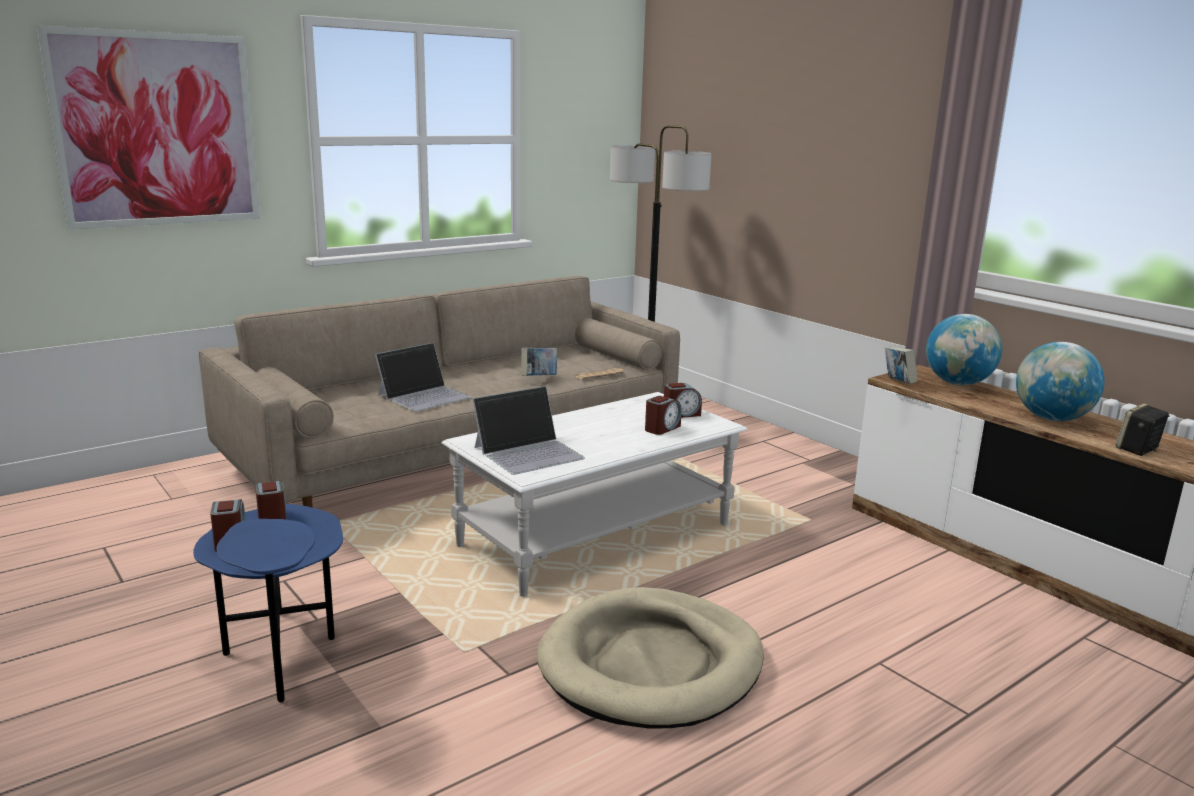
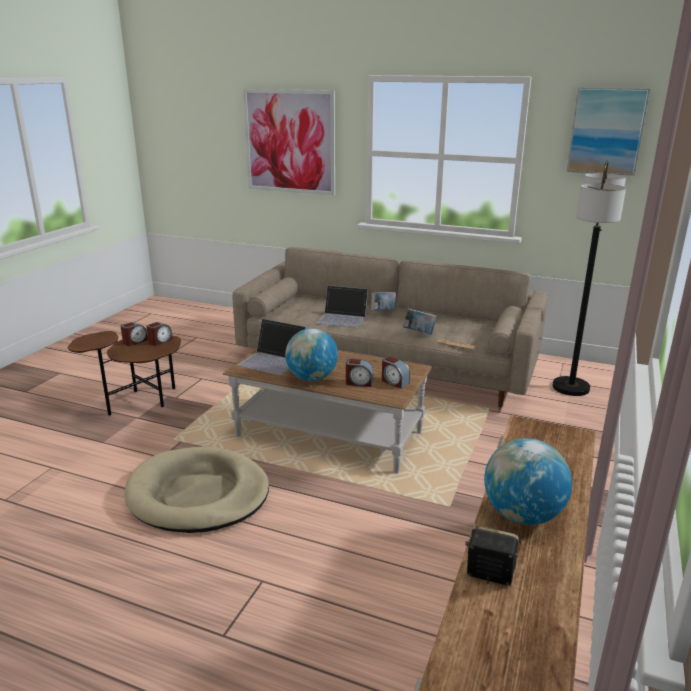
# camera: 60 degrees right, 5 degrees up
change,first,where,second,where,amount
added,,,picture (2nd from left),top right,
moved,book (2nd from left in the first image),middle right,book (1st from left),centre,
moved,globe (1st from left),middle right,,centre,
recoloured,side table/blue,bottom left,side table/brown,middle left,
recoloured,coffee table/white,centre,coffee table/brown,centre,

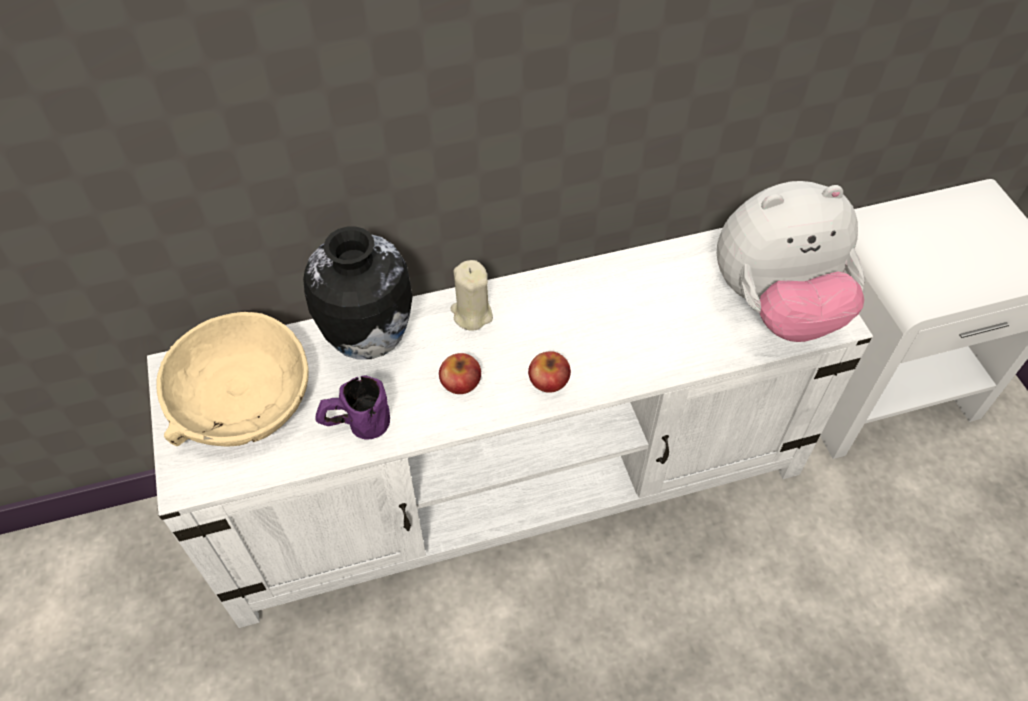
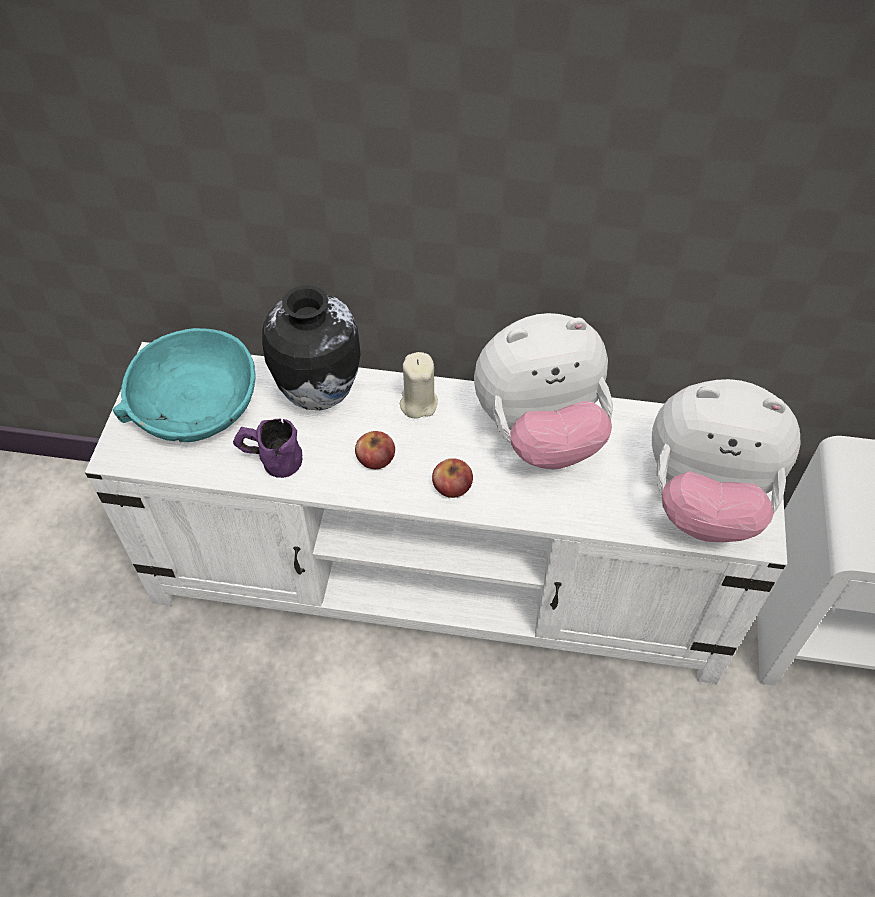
# camera: 25 degrees right, 0 degrees up
change,first,where,second,where,amount
added,,,plush toy (1st from left),centre,
recoloured,bowl/beige,middle left,bowl/turquoise,middle left,

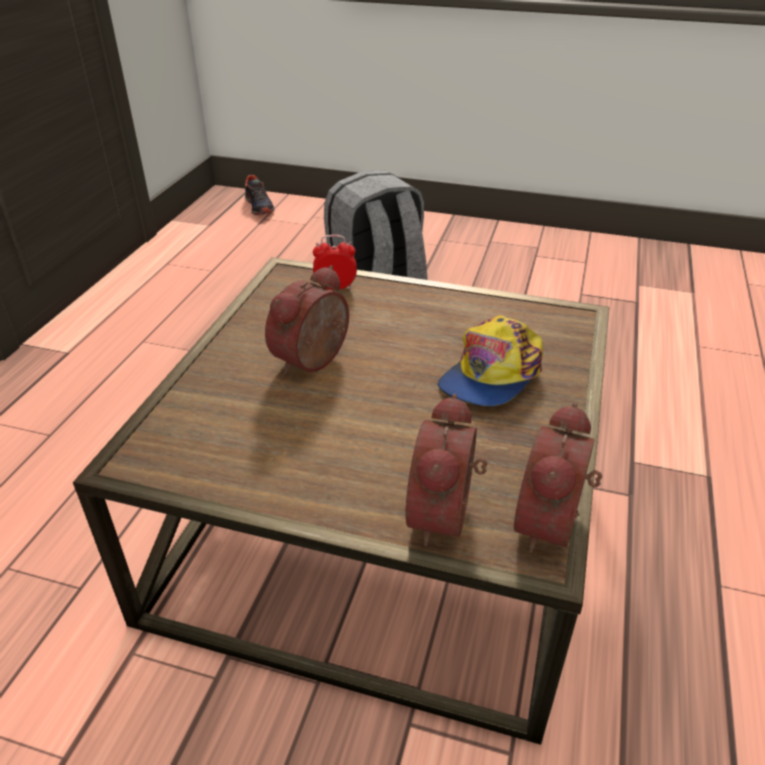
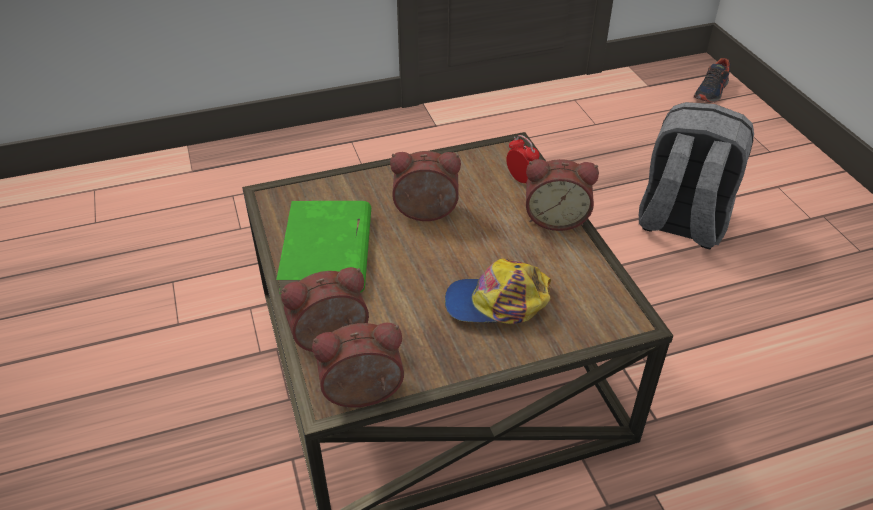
# camera: 55 degrees right, 5 degrees up
change,first,where,second,where,amount
added,,,book/green,centre,
added,,,alarm clock (5th from left),centre,

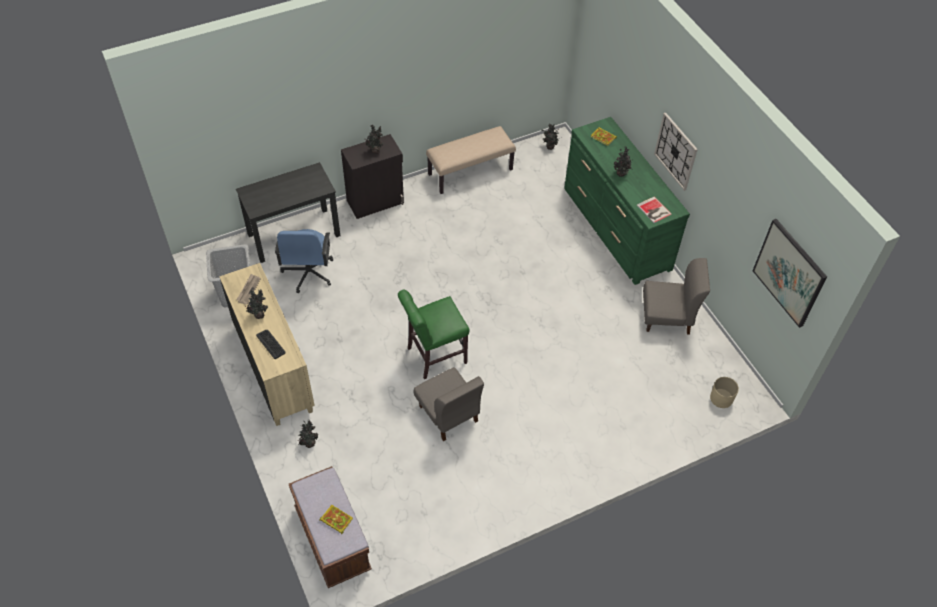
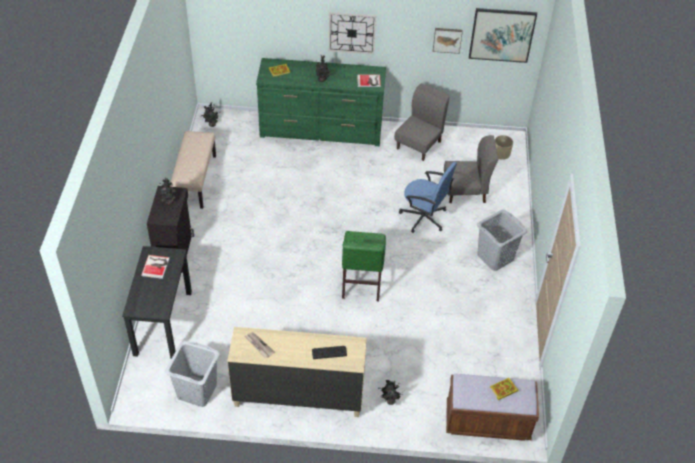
# camera: 60 degrees left, 5 degrees down
change,first,where,second,where,amount
removed,potted plant (1st from left),middle left,,,
added,,,book (1st from left),middle left,
added,,,picture (1st from left),top centre,
added,,,laundry basket/grey (2nd from left),middle right,
moved,office chair/blue,middle left,,centre,
moved,chair/grey (1st from left in the first image),centre,chair/grey (2nd from left),middle right,

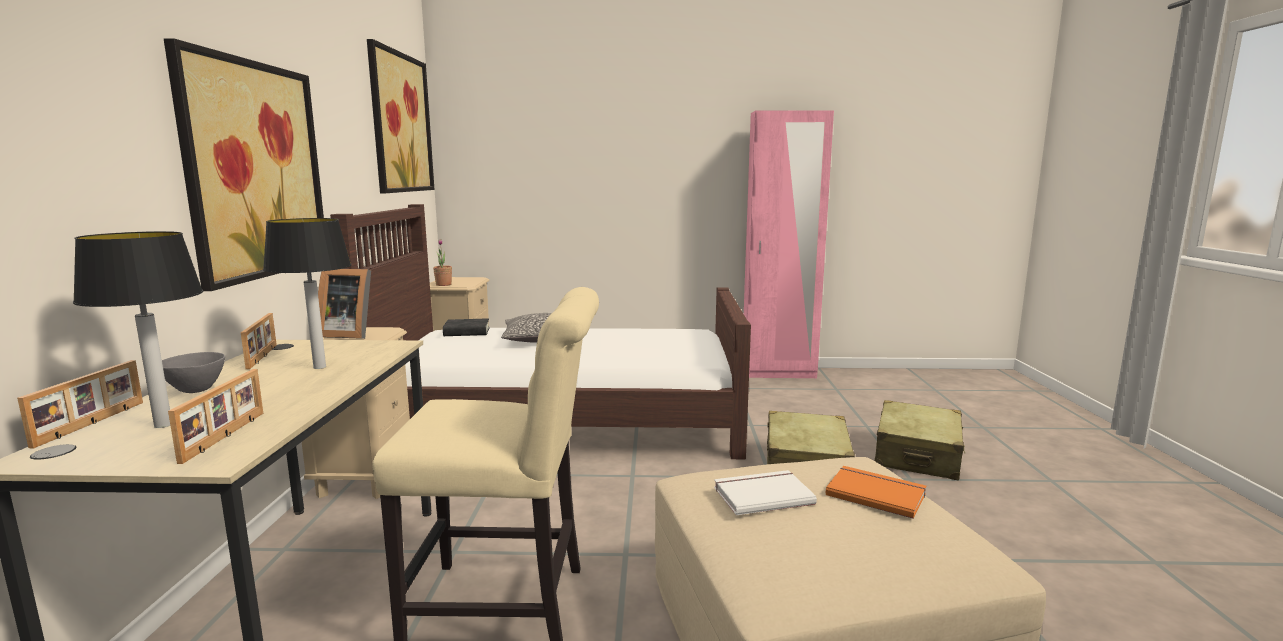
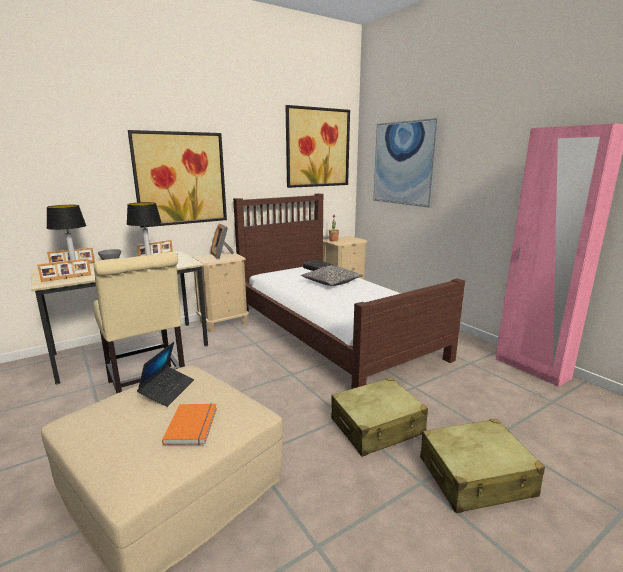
# camera: 55 degrees right, 5 degrees up
change,first,where,second,where,amount
added,,,picture (3rd from left),top centre,
replaced,book/white,bottom centre,laptop,middle left,

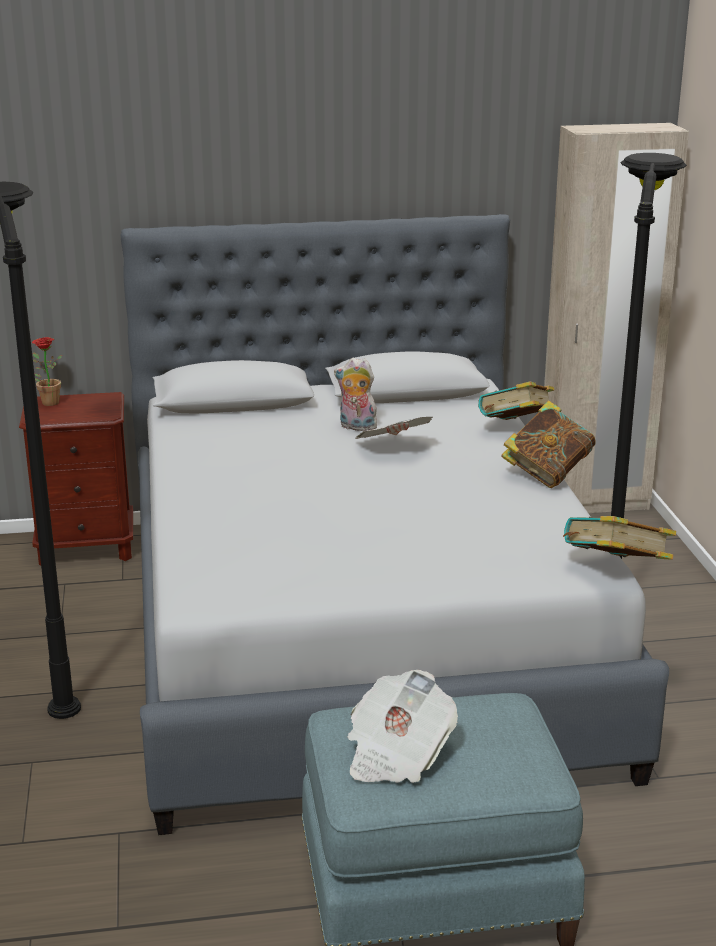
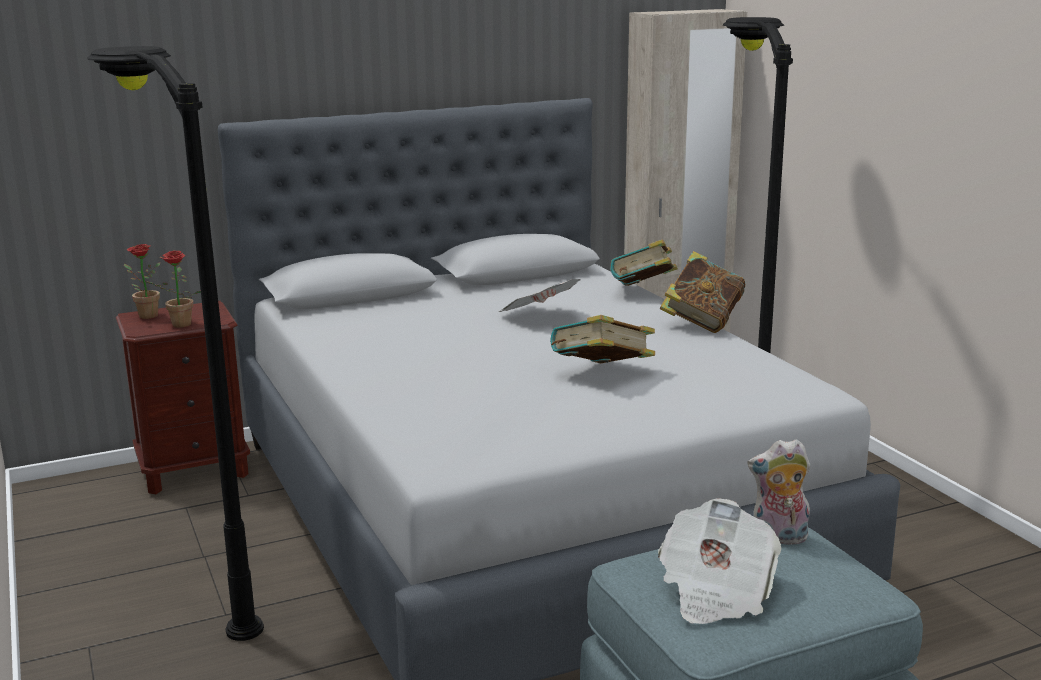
# camera: 15 degrees left, 5 degrees down
change,first,where,second,where,amount
added,,,potted plant (2nd from left),middle left,
moved,plush toy,centre,,bottom right,
moved,book (3rd from left in the first image),middle right,book (1st from left),centre,

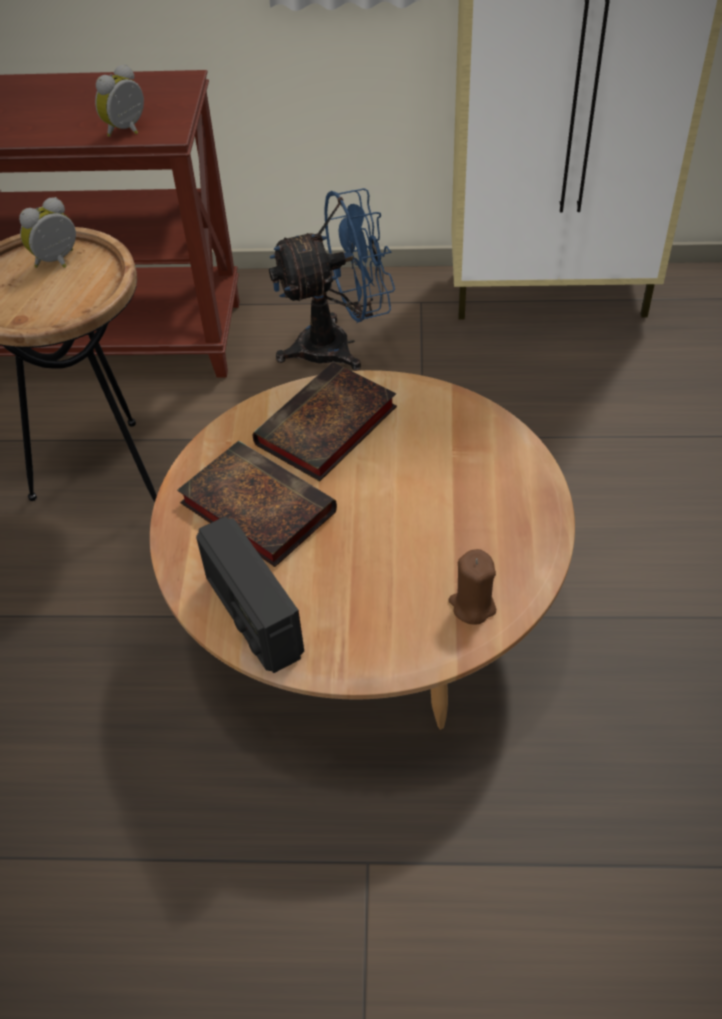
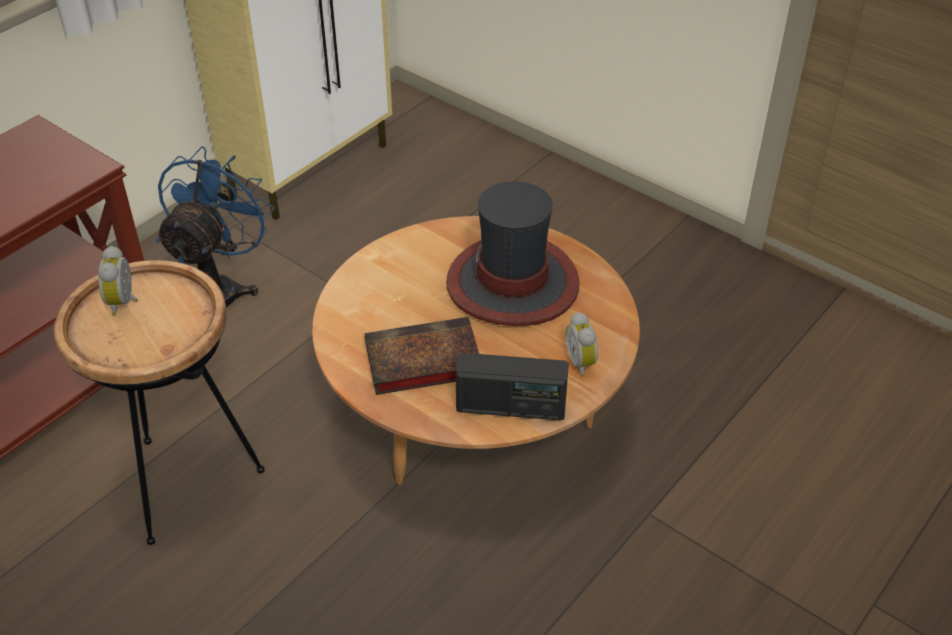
# camera: 55 degrees left, 5 degrees down
change,first,where,second,where,amount
removed,book (2nd from left),centre,,,
removed,candle/brown,centre,,,
added,,,hat,centre,
moved,alarm clock (2nd from left),top left,,centre,

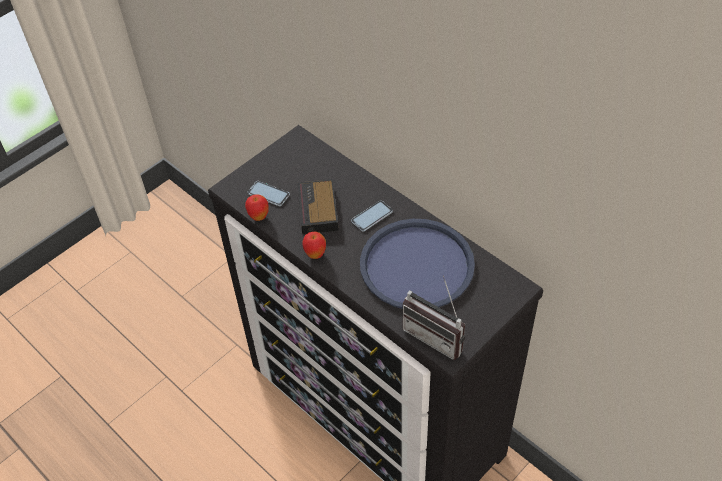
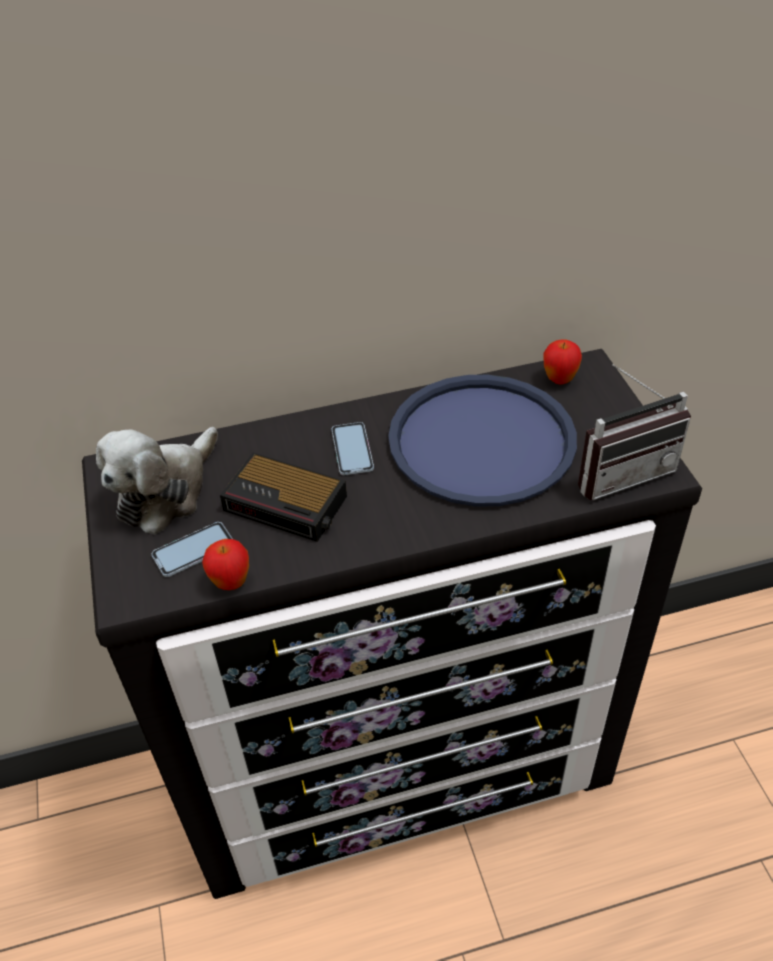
# camera: 60 degrees left, 5 degrees down
change,first,where,second,where,amount
added,,,plush toy,middle left,
moved,apple (2nd from left),centre,,middle right,

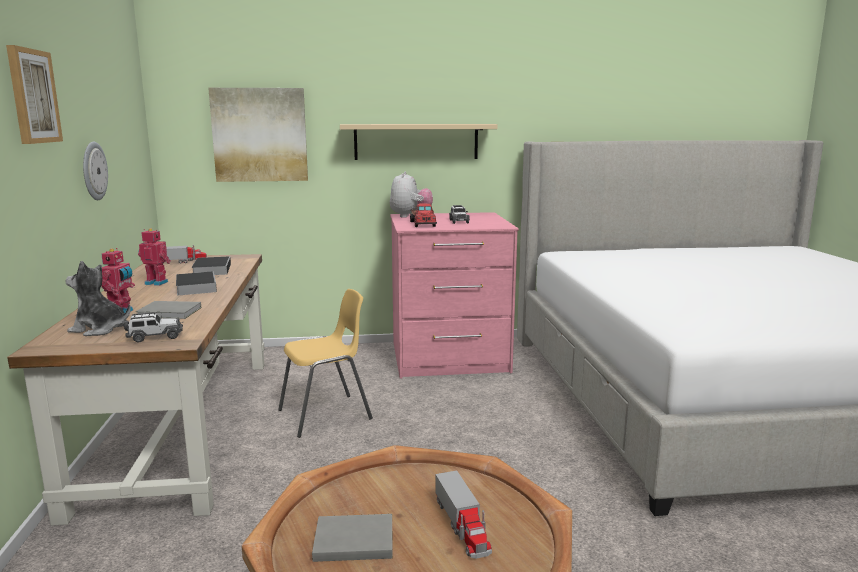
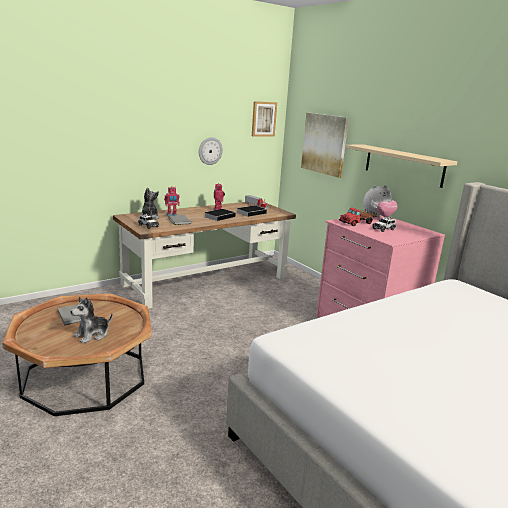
# camera: 60 degrees right, 5 degrees up
change,first,where,second,where,amount
removed,chair/yellow,centre,,,
moved,picture (1st from left),top left,,top centre,
replaced,toy truck (3rd from left),bottom centre,plush toy (1st from left),middle left,

